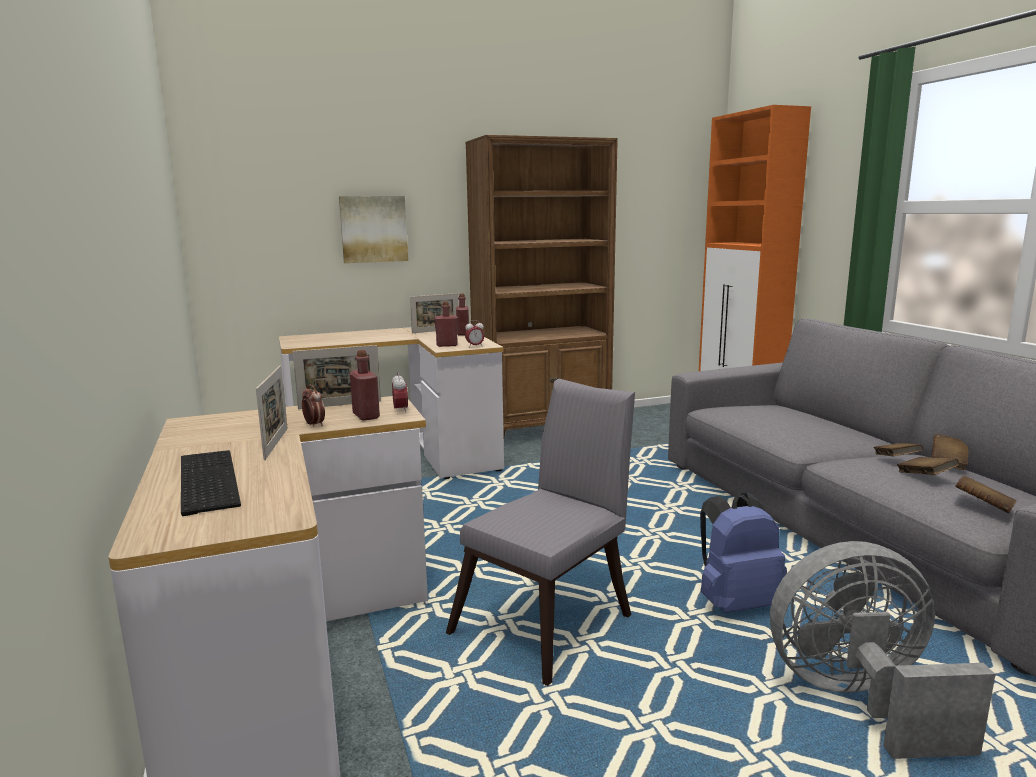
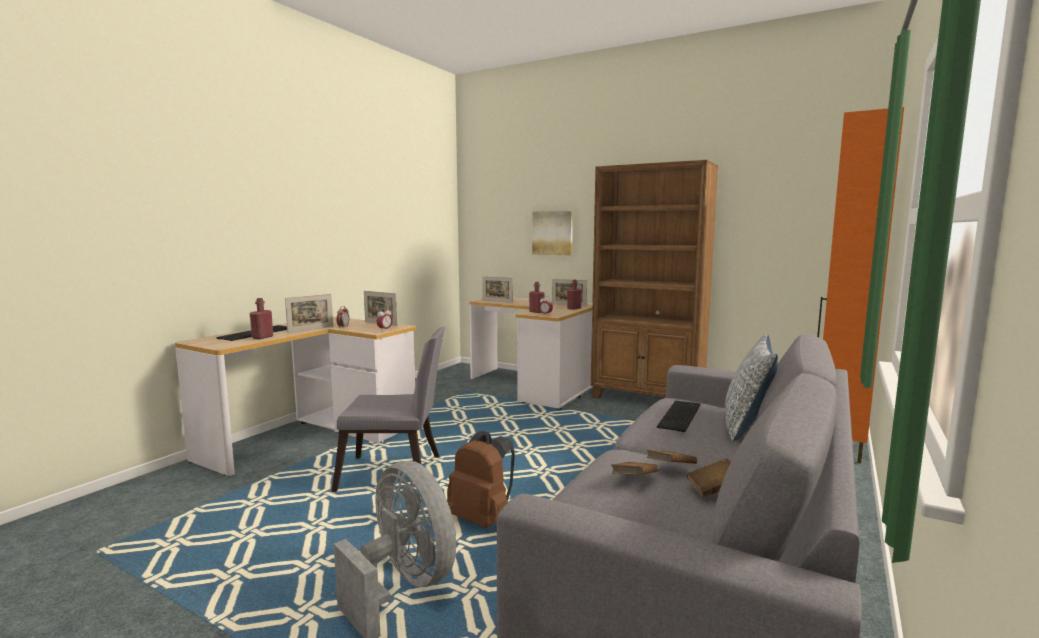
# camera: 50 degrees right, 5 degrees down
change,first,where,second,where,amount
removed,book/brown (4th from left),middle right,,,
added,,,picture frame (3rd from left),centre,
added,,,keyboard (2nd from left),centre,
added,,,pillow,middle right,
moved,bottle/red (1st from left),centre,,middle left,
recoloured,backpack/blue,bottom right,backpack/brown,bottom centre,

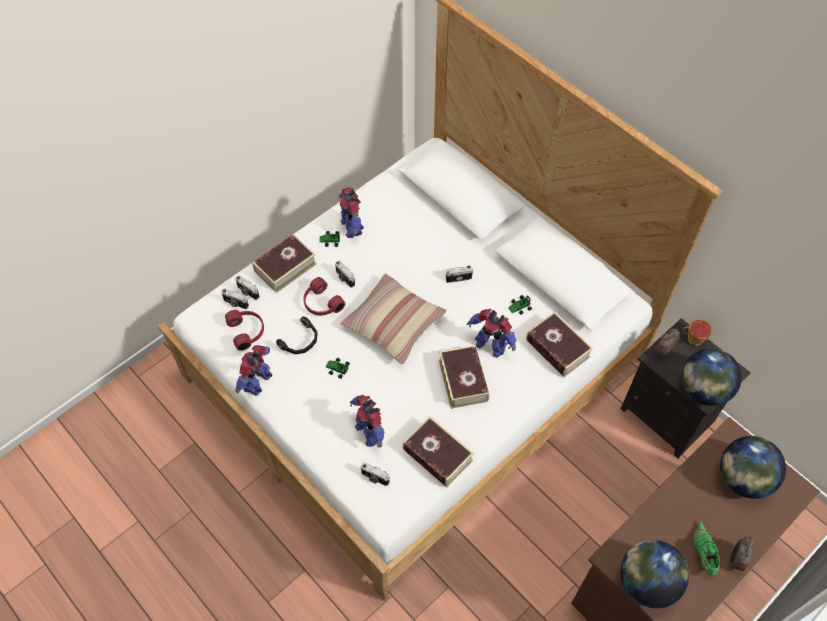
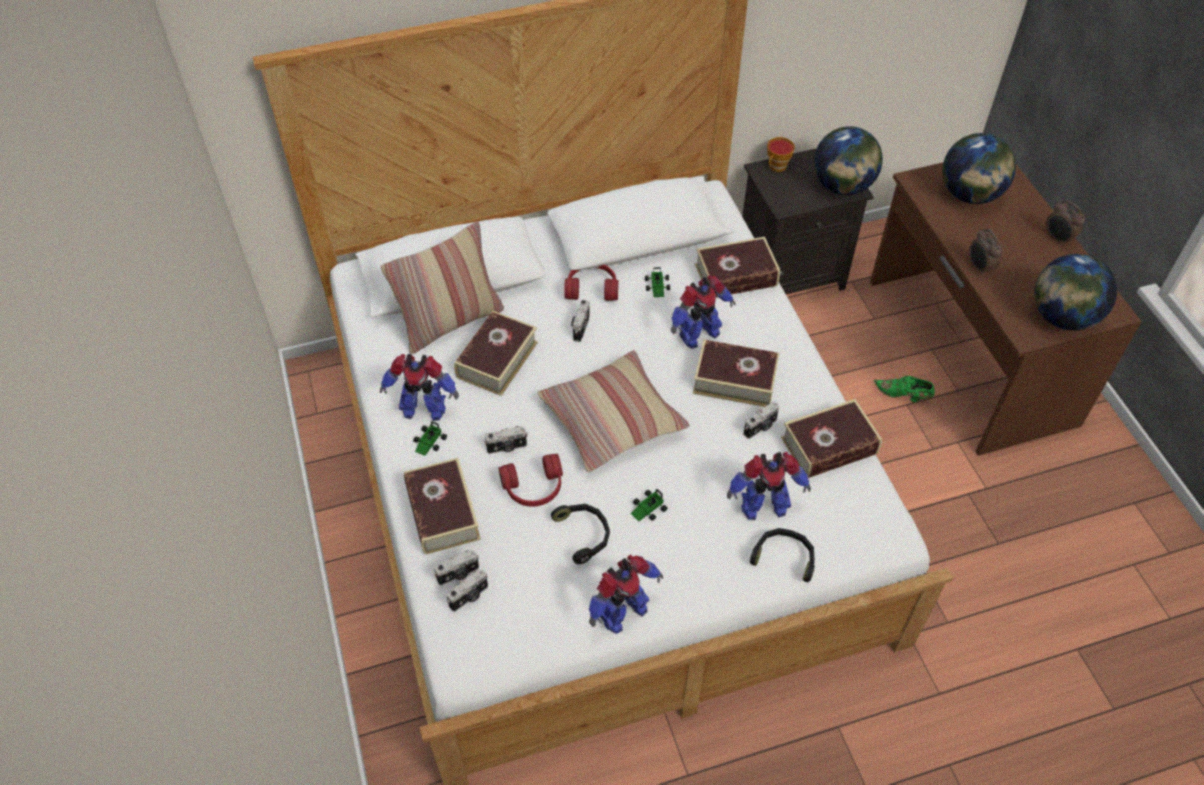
# camera: 65 degrees left, 5 degrees down
change,first,where,second,where,amount
added,,,pillow (1st from left),centre,
added,,,book (2nd from left),centre,
added,,,headphones/black (2nd from left),bottom centre,
moved,headphones/red (1st from left in the first image),middle left,headphones/red (2nd from left),centre,
moved,photo camera (4th from left in the first image),bottom centre,photo camera (5th from left),centre,
moved,alarm clock (1st from left),middle right,,top right,
moved,shoe/green,bottom right,,middle right,
turned,toy robot (1st from left in the first image),middle left,toy robot (2nd from left),bottom centre,90 degrees counterclockwise

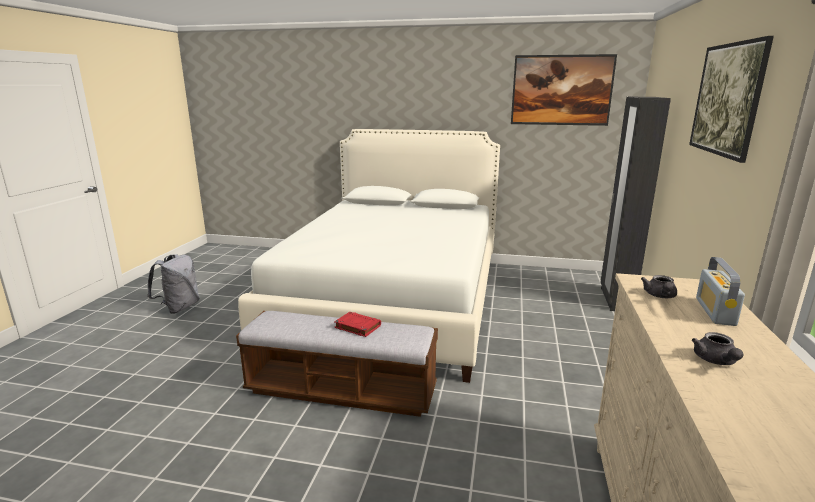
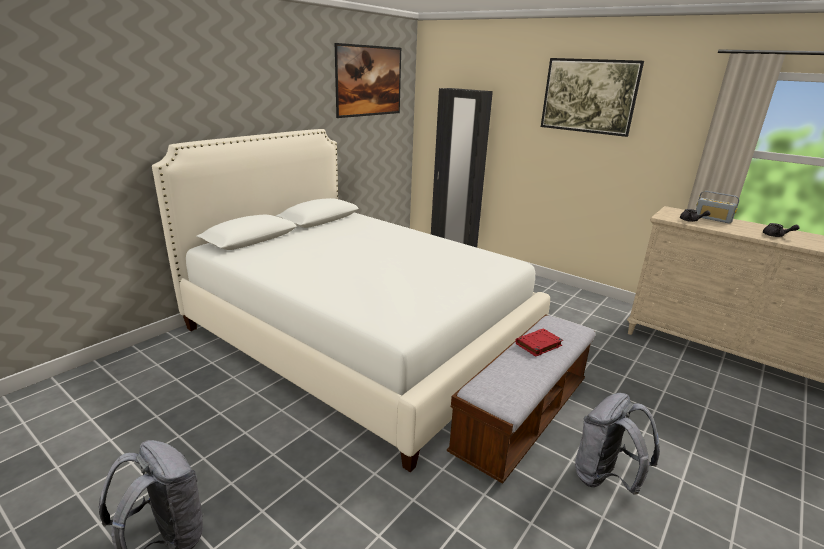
# camera: 65 degrees left, 5 degrees up
change,first,where,second,where,amount
added,,,backpack/grey (2nd from left),bottom right,

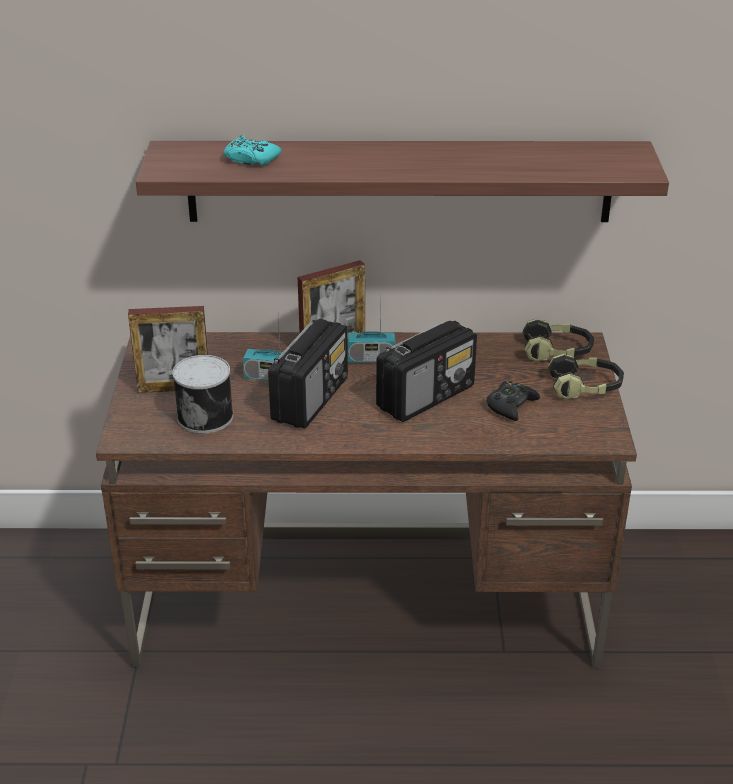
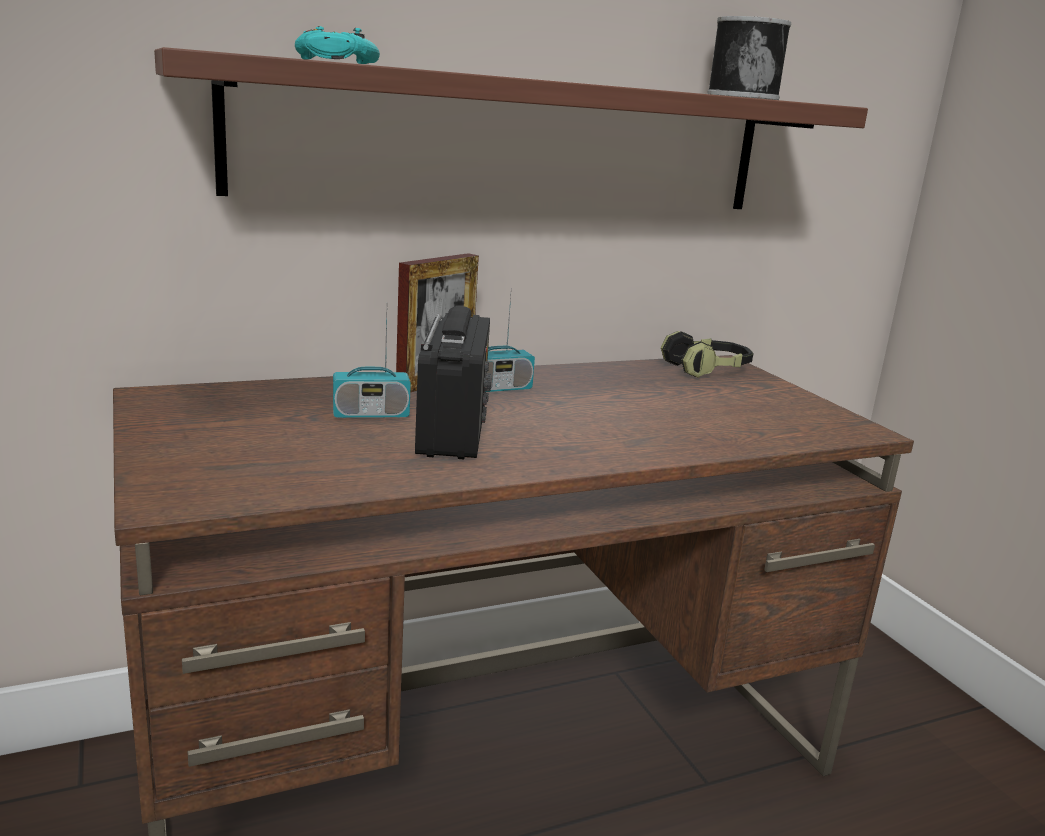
# camera: 25 degrees left, 15 degrees down
change,first,where,second,where,amount
removed,picture frame (1st from left),middle left,,,
removed,radio (4th from left),centre,,,
removed,game controller/black,middle right,,,
removed,headphones (2nd from left),middle right,,,
moved,can,middle left,,top right,

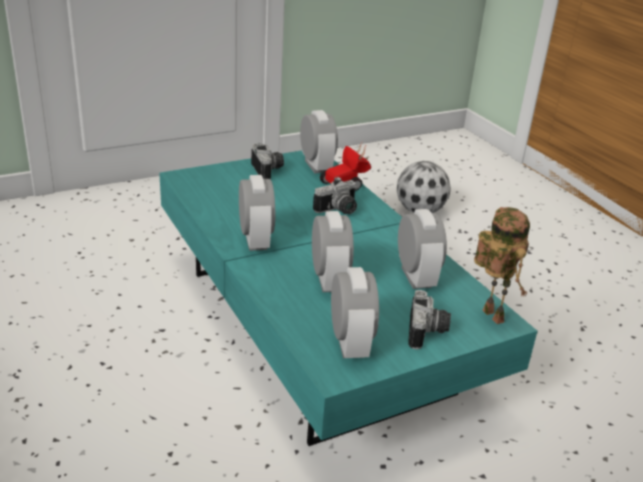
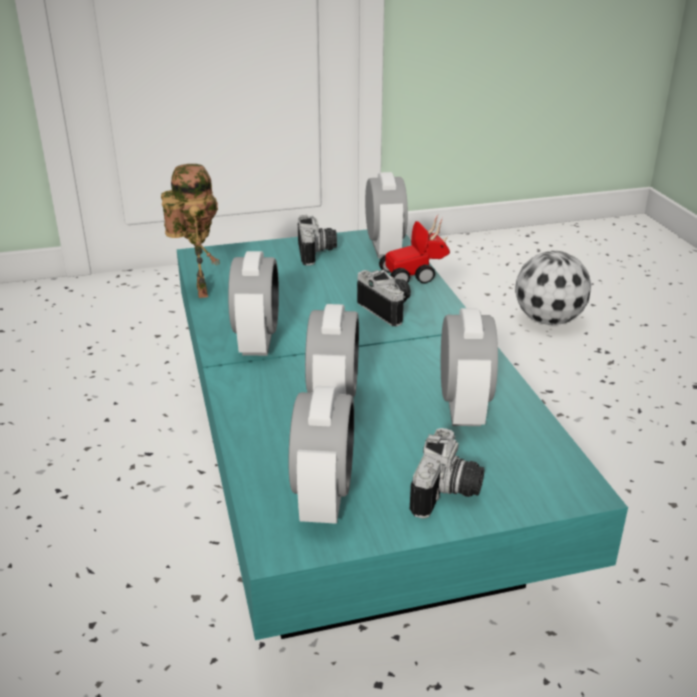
# camera: 15 degrees right, 0 degrees up
change,first,where,second,where,amount
moved,toy robot,middle right,,top left,
turned,photo camera (2nd from left),centre,,centre,105 degrees counterclockwise

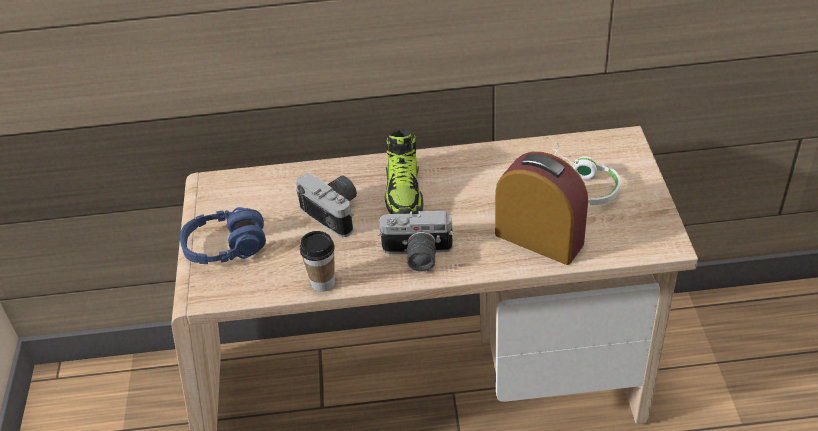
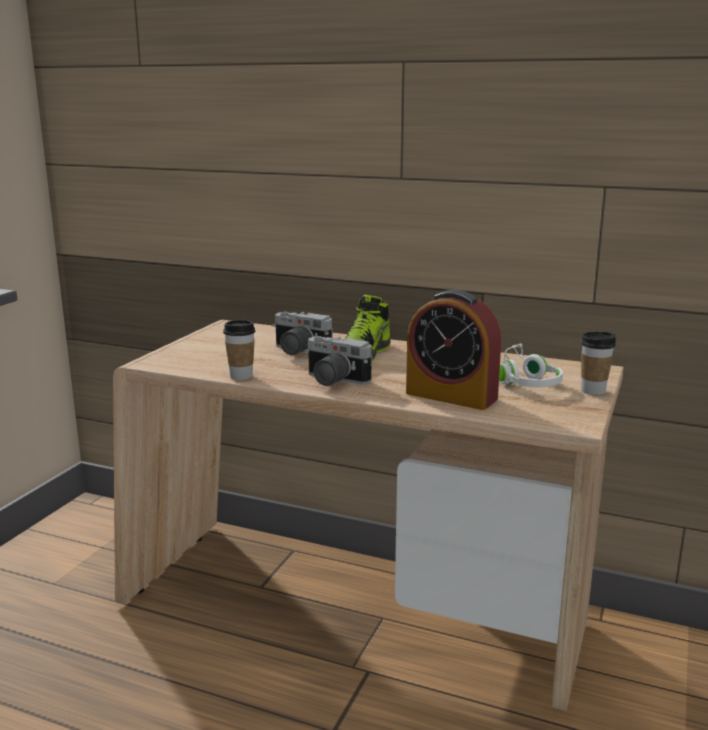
# camera: 25 degrees right, 25 degrees down
change,first,where,second,where,amount
removed,headphones/blue,middle left,,,
added,,,cup (2nd from left),middle right,
turned,photo camera (1st from left),centre,,centre,135 degrees clockwise
turned,alarm clock,centre,,centre,150 degrees clockwise

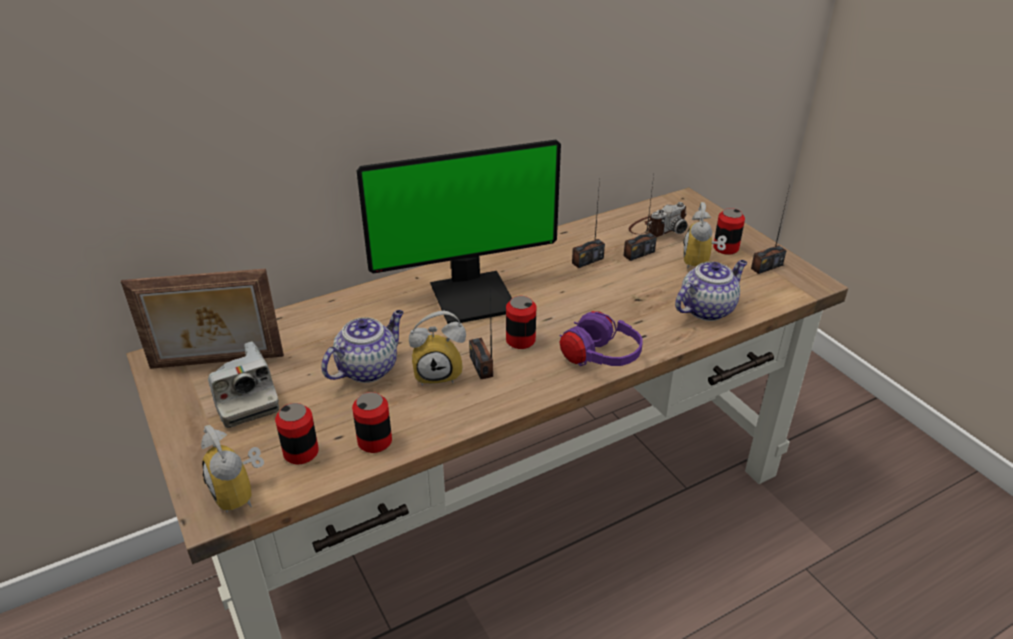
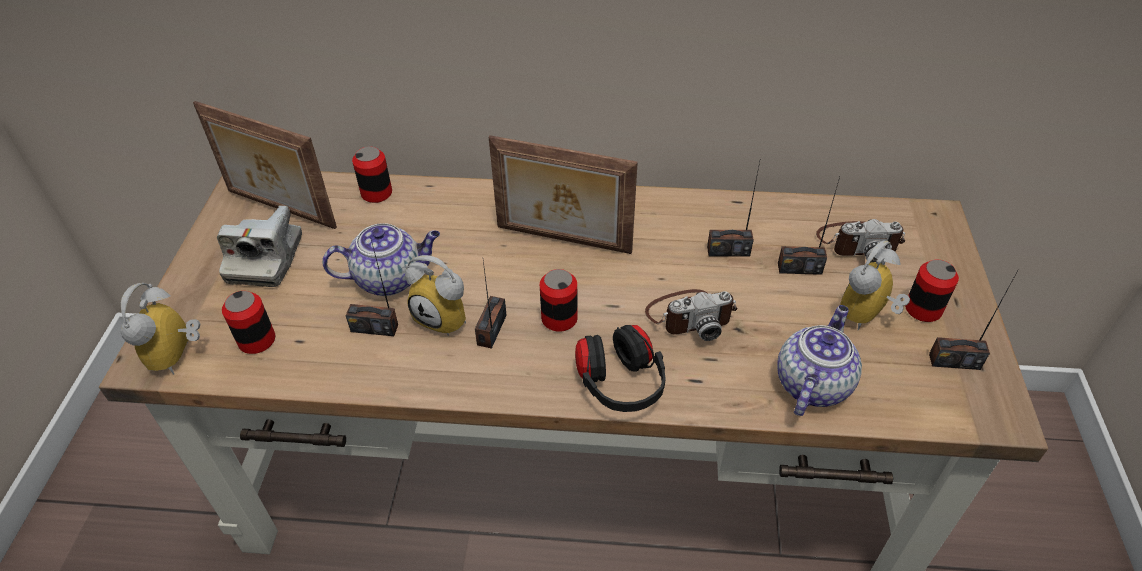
# camera: 35 degrees right, 10 degrees up
change,first,where,second,where,amount
added,,,radio (1st from left),middle left,
added,,,photo camera (2nd from left),centre,
moved,can (2nd from left),centre,,top left,
replaced,monitor,centre,picture frame (2nd from left),centre,
recoloured,headphones/purple,centre,headphones/black,centre,
turned,teapot (2nd from left),middle right,,middle right,60 degrees counterclockwise

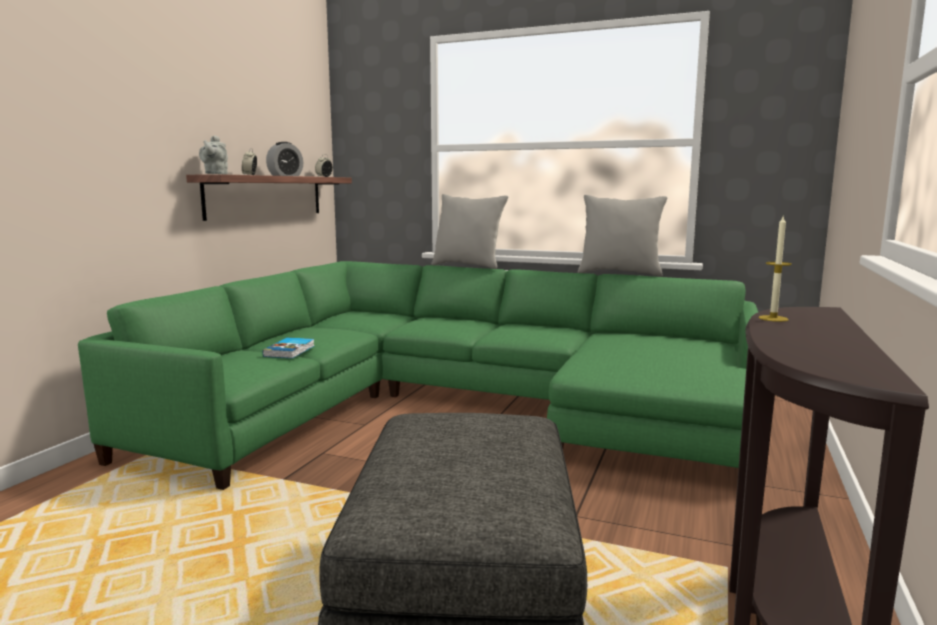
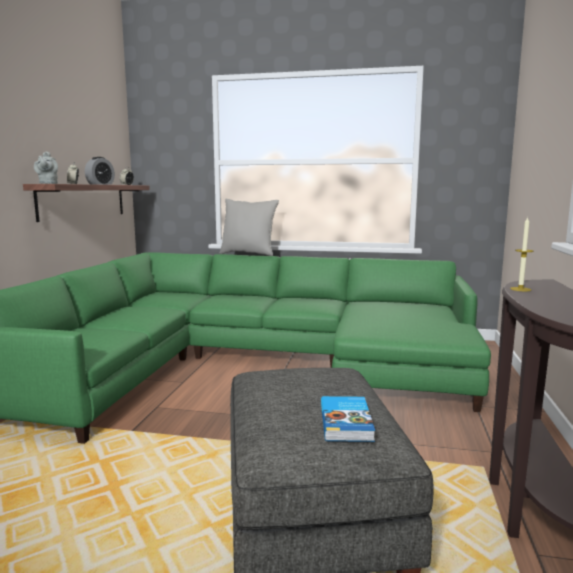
# camera: 10 degrees left, 0 degrees up
change,first,where,second,where,amount
removed,pillow/grey (2nd from left),centre,,,
moved,book,middle left,,bottom centre,

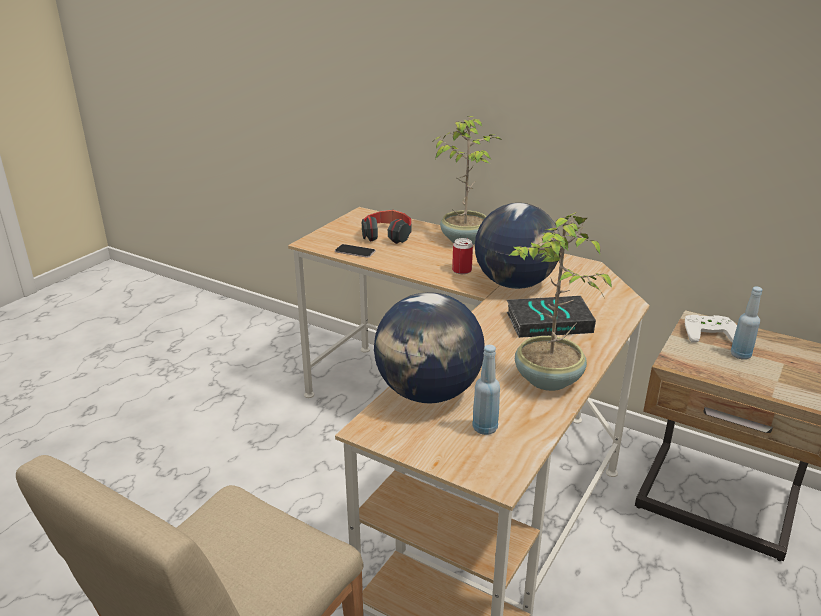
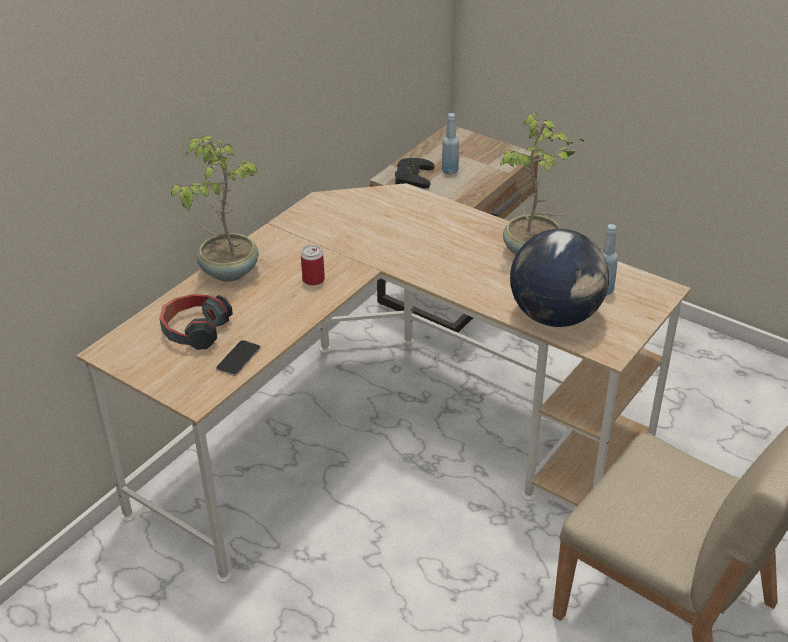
# camera: 85 degrees left, 10 degrees up
change,first,where,second,where,amount
removed,globe (2nd from left),centre,,,
removed,book,middle right,,,
recoloured,game controller/white,middle right,game controller/black,top centre,

